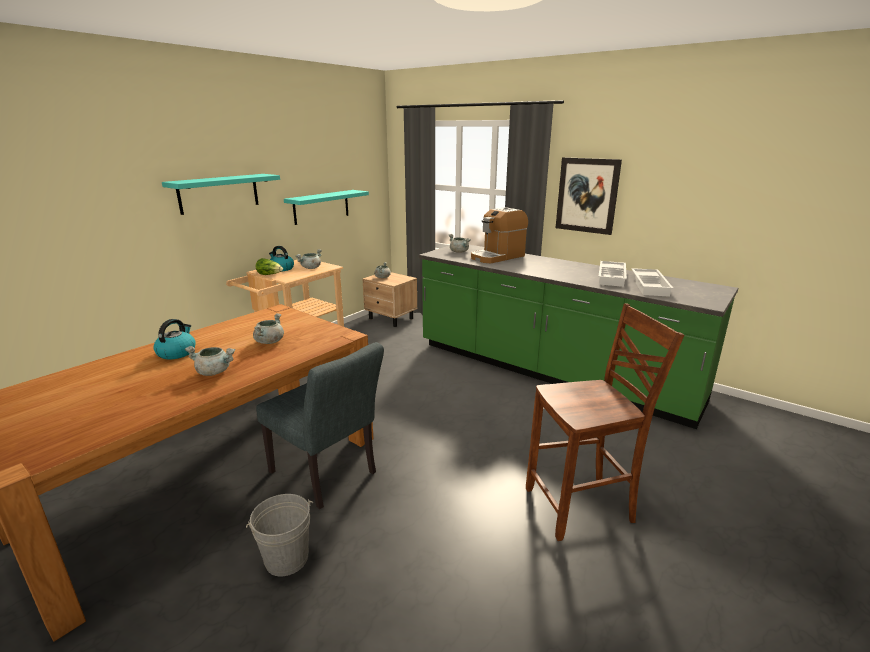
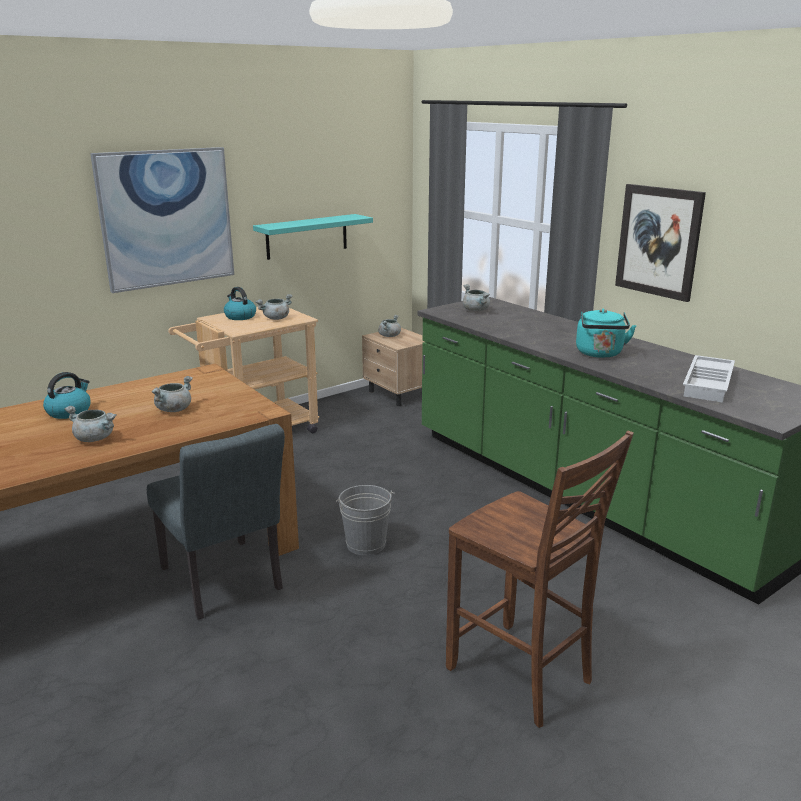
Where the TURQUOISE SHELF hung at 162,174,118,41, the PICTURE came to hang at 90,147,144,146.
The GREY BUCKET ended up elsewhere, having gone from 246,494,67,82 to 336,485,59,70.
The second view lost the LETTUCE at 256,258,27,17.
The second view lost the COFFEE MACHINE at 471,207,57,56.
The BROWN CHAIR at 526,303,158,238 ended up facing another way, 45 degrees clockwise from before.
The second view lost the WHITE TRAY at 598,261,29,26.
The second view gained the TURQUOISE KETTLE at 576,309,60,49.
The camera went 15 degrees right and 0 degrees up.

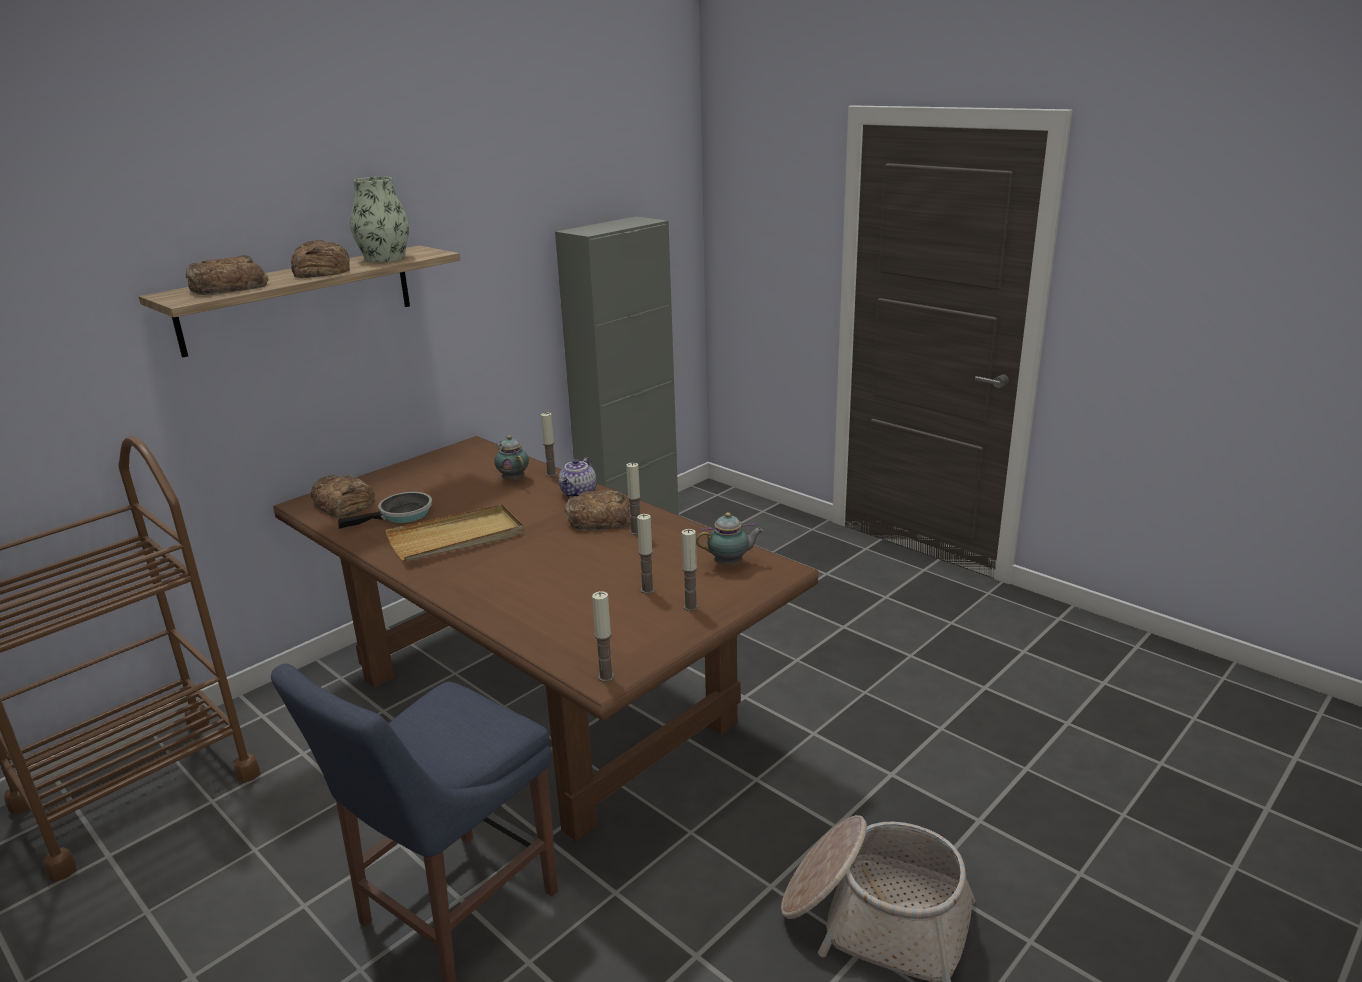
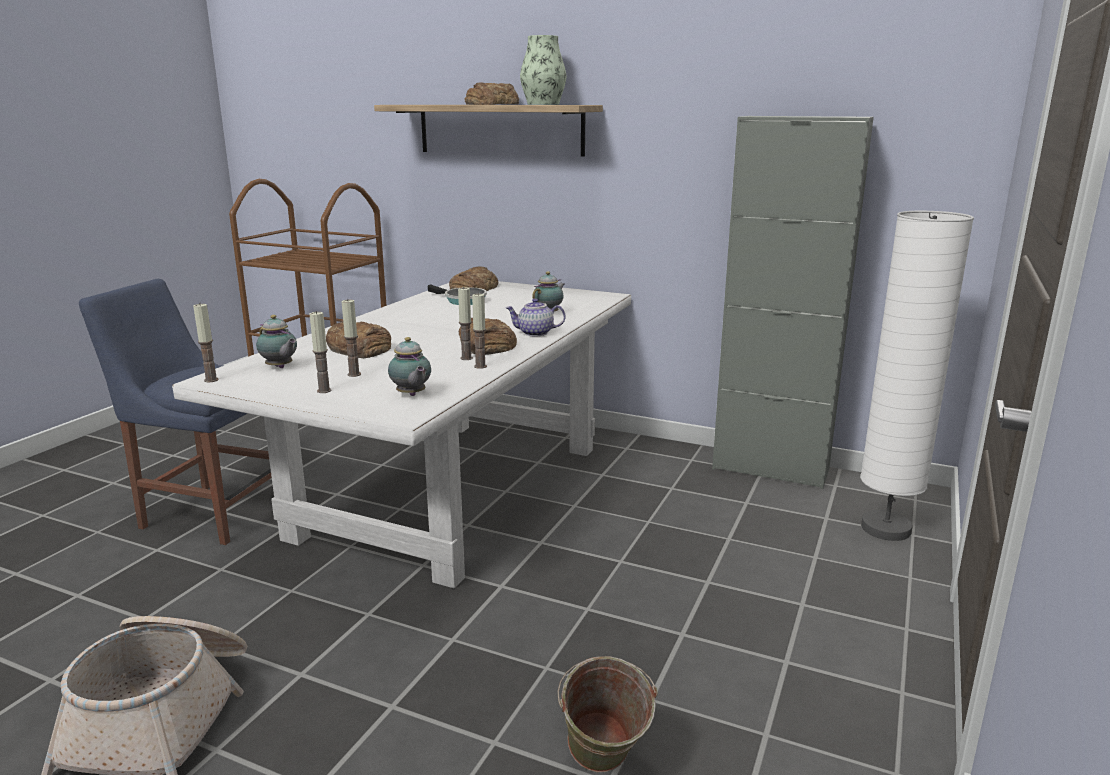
The BREAD ended up elsewhere, having gone from 186,255,83,40 to 326,322,65,36.
What was the BROWN DINING TABLE at 273,436,545,405 turned into the WHITE DINING TABLE at 172,281,459,307.
The second view lost the BEIGE TRAY at 385,504,139,57.
The CANDLE ended up elsewhere, having gone from 541,412,16,65 to 472,292,15,77.
The second view gained the TEAPOT at 256,315,41,53.
The second view gained the GREEN BUCKET at 557,656,101,117.
The second view gained the WHITE FLOOR LAMP at 860,211,114,330.
The camera went 70 degrees right and 5 degrees down.

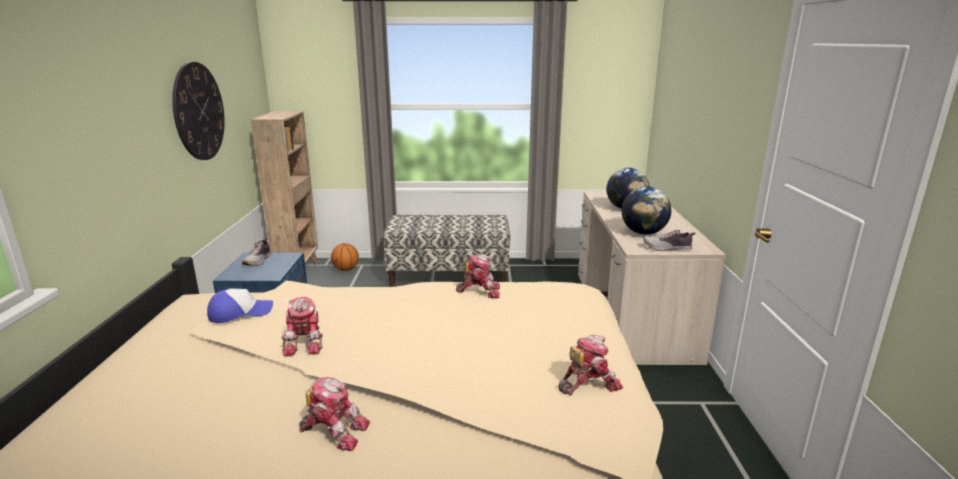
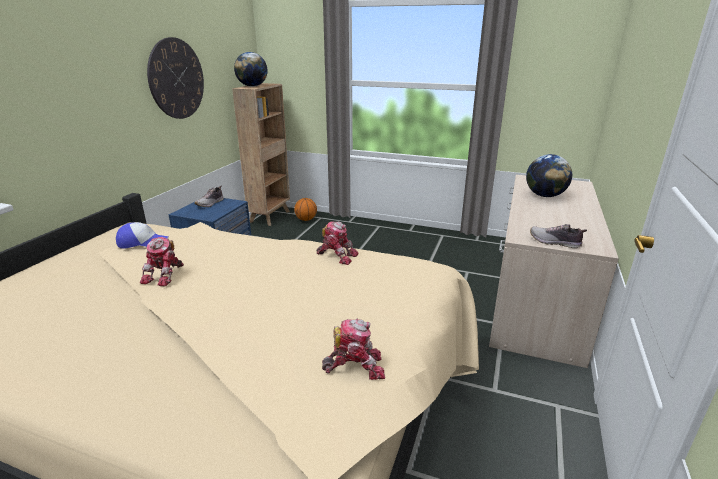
The second view lost the TOY ROBOT at 299,377,71,74.
The second view lost the BENCH at 383,215,127,71.
The GLOBE ended up elsewhere, having gone from 621,187,50,48 to 234,52,34,35.
The camera went 20 degrees right and 5 degrees up.

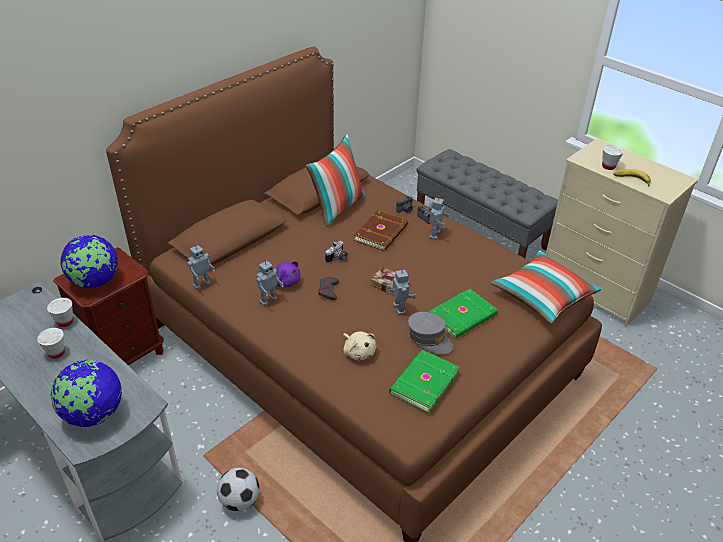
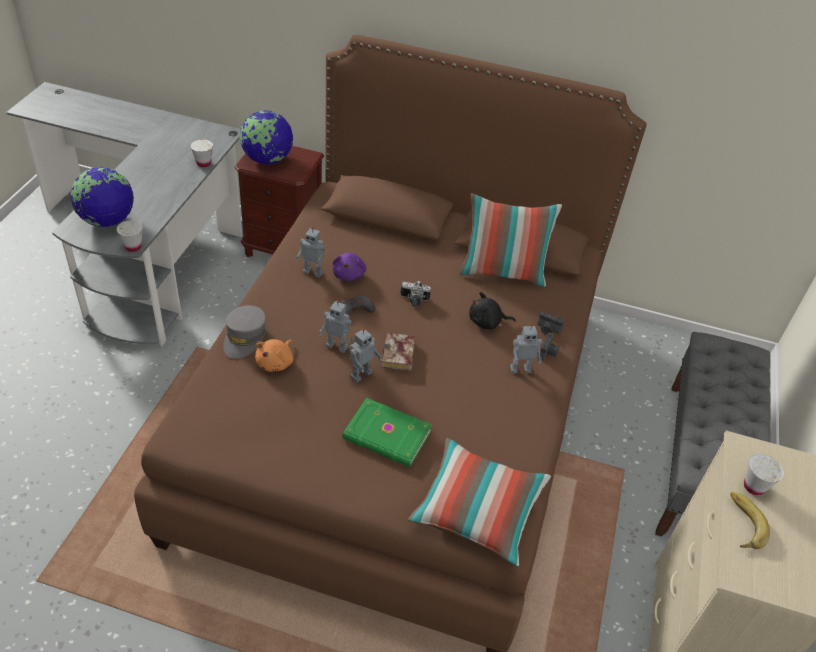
The WHITE CUP ended up elsewhere, having gone from 37,328,28,31 to 117,220,26,32.
The TOY ROBOT ended up elsewhere, having gone from 187,243,28,47 to 319,300,33,53.
The second view lost the FOOTBALL at 217,468,42,43.
What was the BEIGE PLUSH TOY at 343,332,34,28 turned into the ORANGE PLUSH TOY at 255,339,38,33.
Where the BROWN BOOK stood at 354,210,54,41, the BLACK PLUSH TOY came to stand at 469,292,47,37.
The second view lost the GREEN BOOK at 389,350,70,63.
The GREY CAP ended up elsewhere, having gone from 408,312,45,42 to 223,305,43,54.
The camera went 60 degrees right and 5 degrees up.

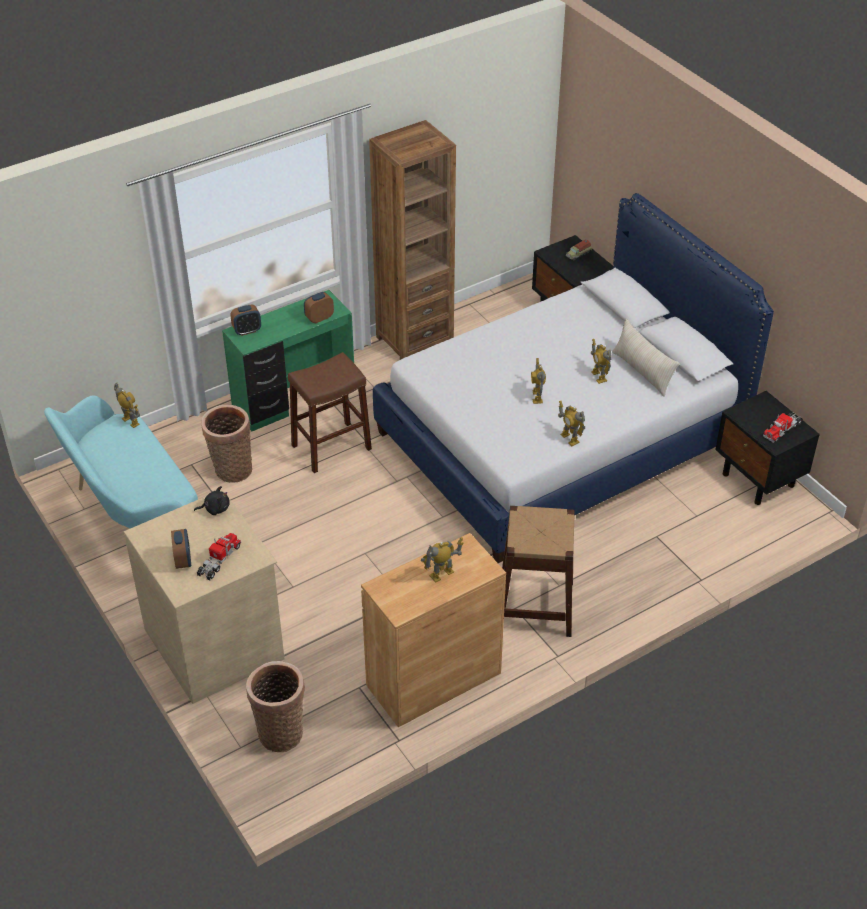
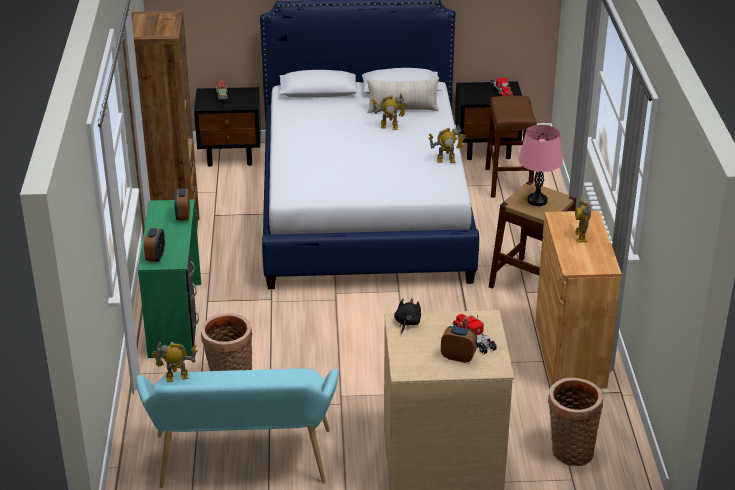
The BROWN STOOL ended up elsewhere, having gone from 288,352,84,121 to 485,96,52,101.
The second view lost the TOY ROBOT at 531,358,15,46.
The second view gained the PINK TABLE LAMP at 519,125,44,81.
The camera went 60 degrees left and 10 degrees down.

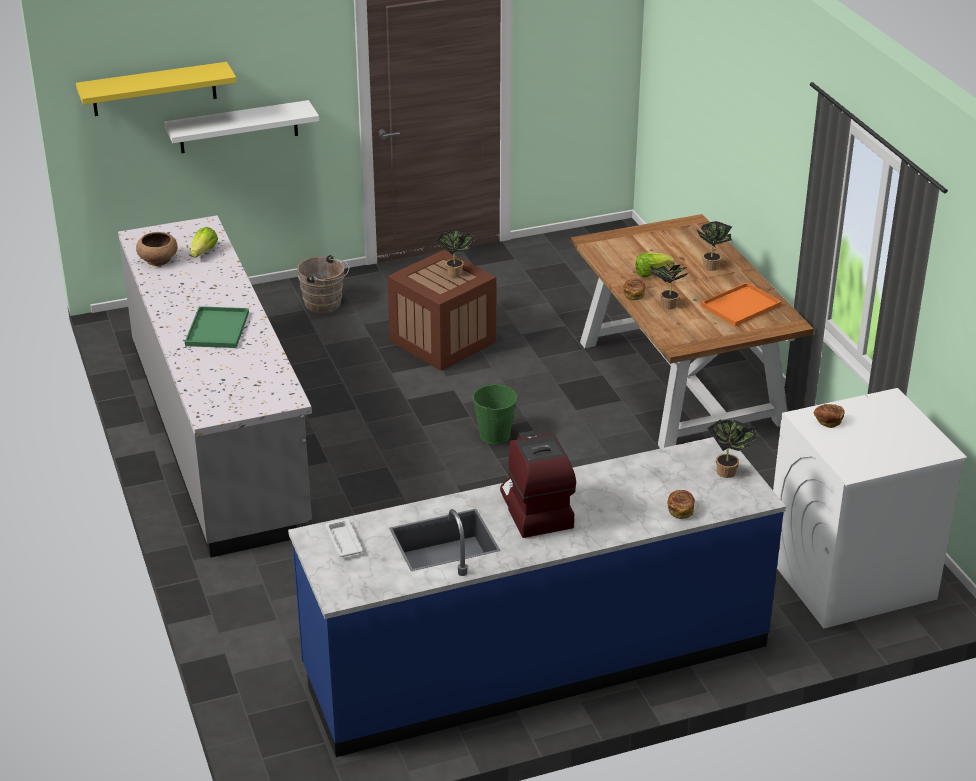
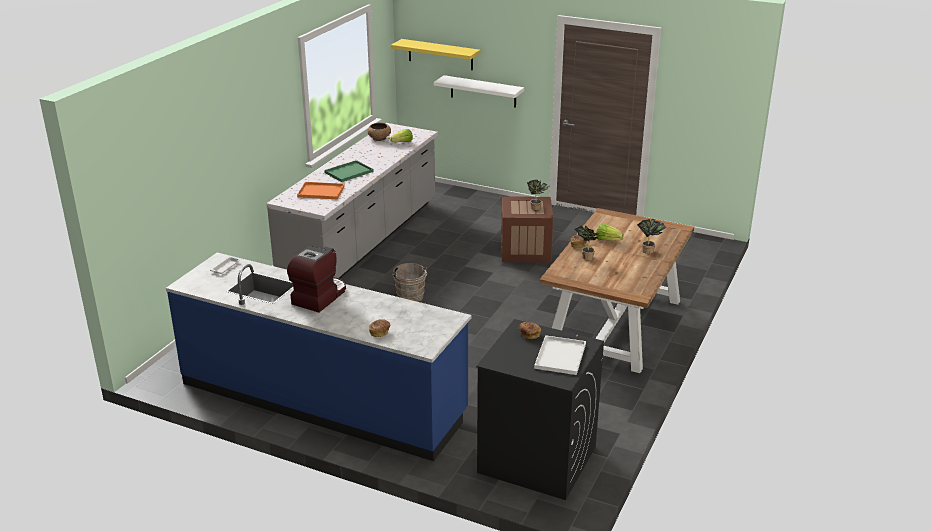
The BROWN BUCKET ended up elsewhere, having gone from 297,255,52,58 to 392,263,35,39.
The second view lost the GREEN BUCKET at 472,383,45,62.
The ORANGE TRAY ended up elsewhere, having gone from 701,282,81,44 to 297,182,48,17.
The second view lost the POTTED PLANT at 708,419,49,59.
What was the WHITE WASHING MACHINE at 773,388,194,241 turned into the BLACK WASHING MACHINE at 476,319,128,181.
The second view gained the WHITE TRAY at 534,335,52,40.
The camera went 45 degrees right and 5 degrees down.

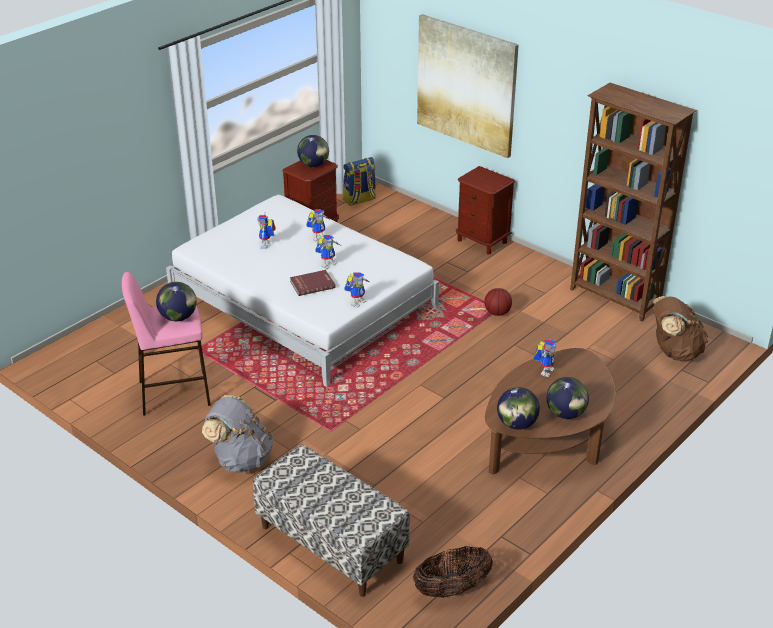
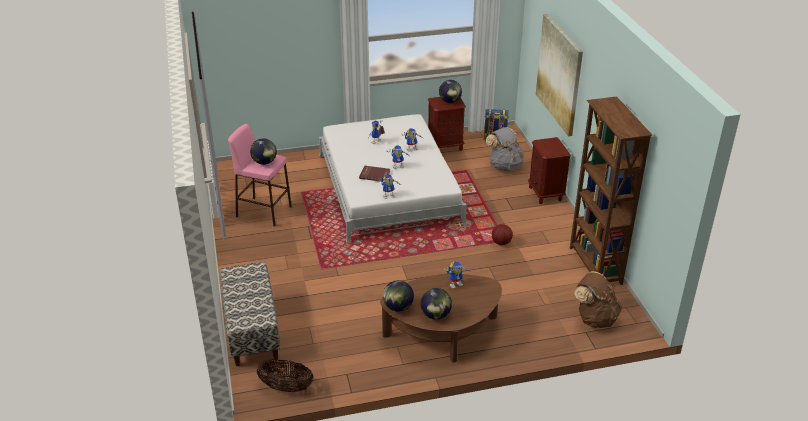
The GREY BACKPACK ended up elsewhere, having gone from 202,395,72,78 to 486,127,38,44.
The camera went 35 degrees right and 0 degrees up.

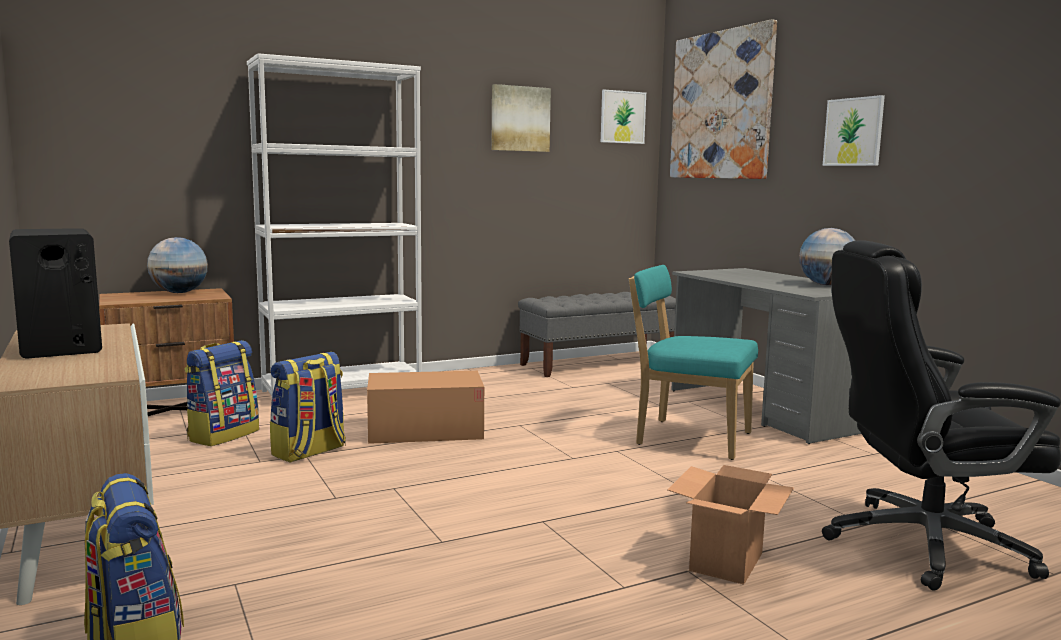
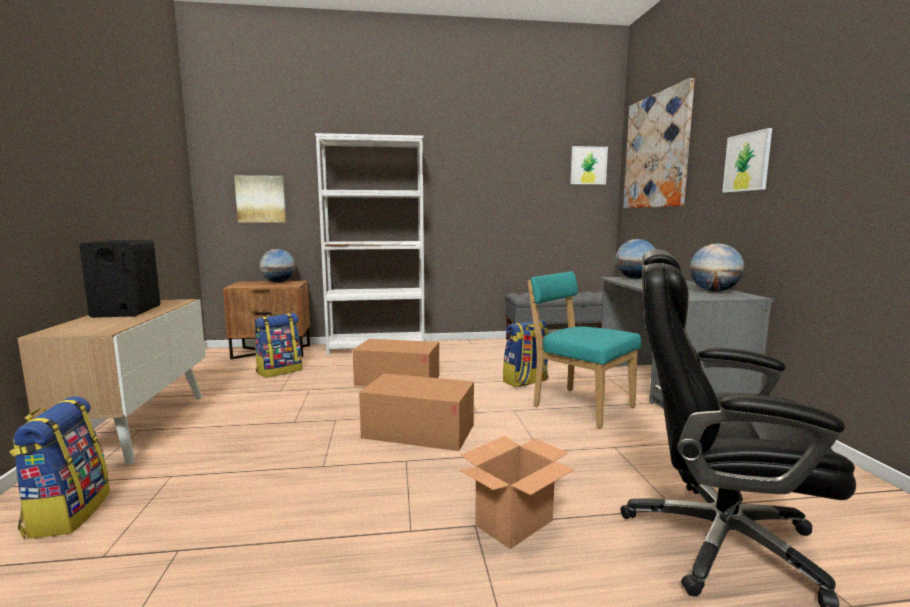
The BACKPACK ended up elsewhere, having gone from 270,352,76,110 to 503,320,46,68.
The PICTURE ended up elsewhere, having gone from 491,84,60,68 to 234,175,52,48.
The second view gained the CARDBOARD BOX at 359,373,115,78.
The second view gained the GLOBE at 615,239,40,40.
The camera went 20 degrees right and 0 degrees up.

